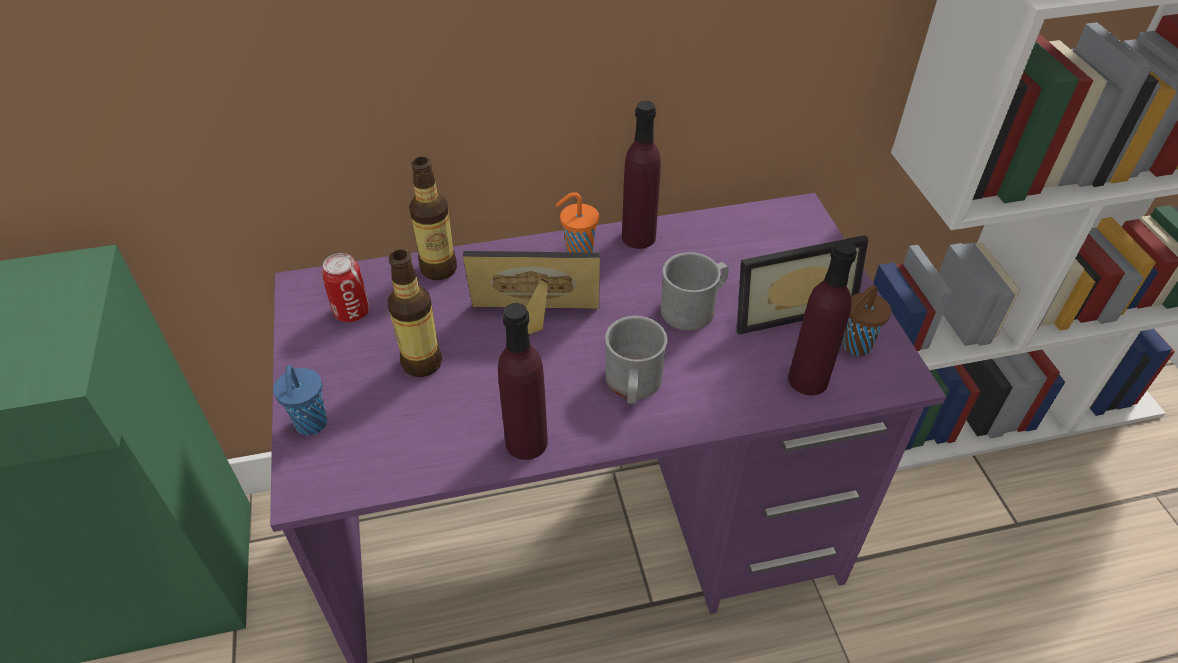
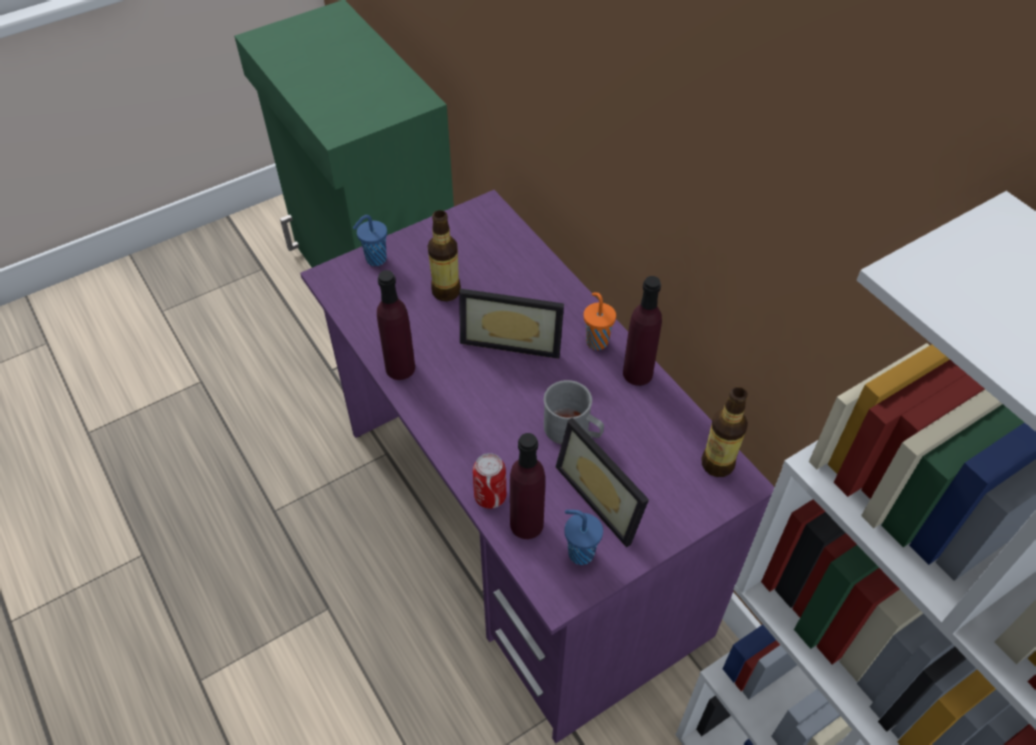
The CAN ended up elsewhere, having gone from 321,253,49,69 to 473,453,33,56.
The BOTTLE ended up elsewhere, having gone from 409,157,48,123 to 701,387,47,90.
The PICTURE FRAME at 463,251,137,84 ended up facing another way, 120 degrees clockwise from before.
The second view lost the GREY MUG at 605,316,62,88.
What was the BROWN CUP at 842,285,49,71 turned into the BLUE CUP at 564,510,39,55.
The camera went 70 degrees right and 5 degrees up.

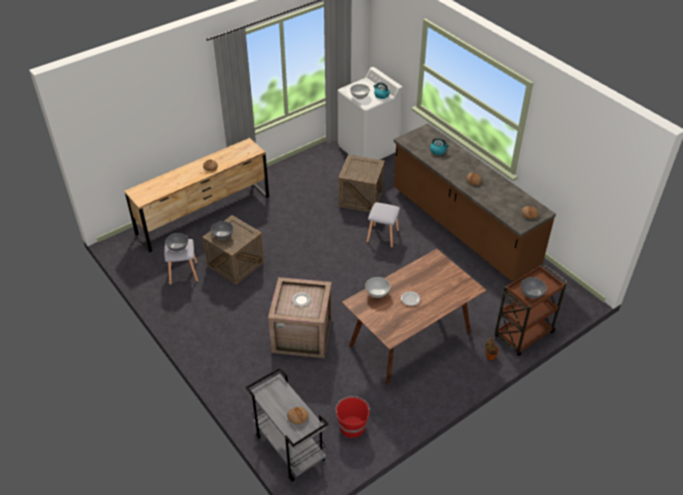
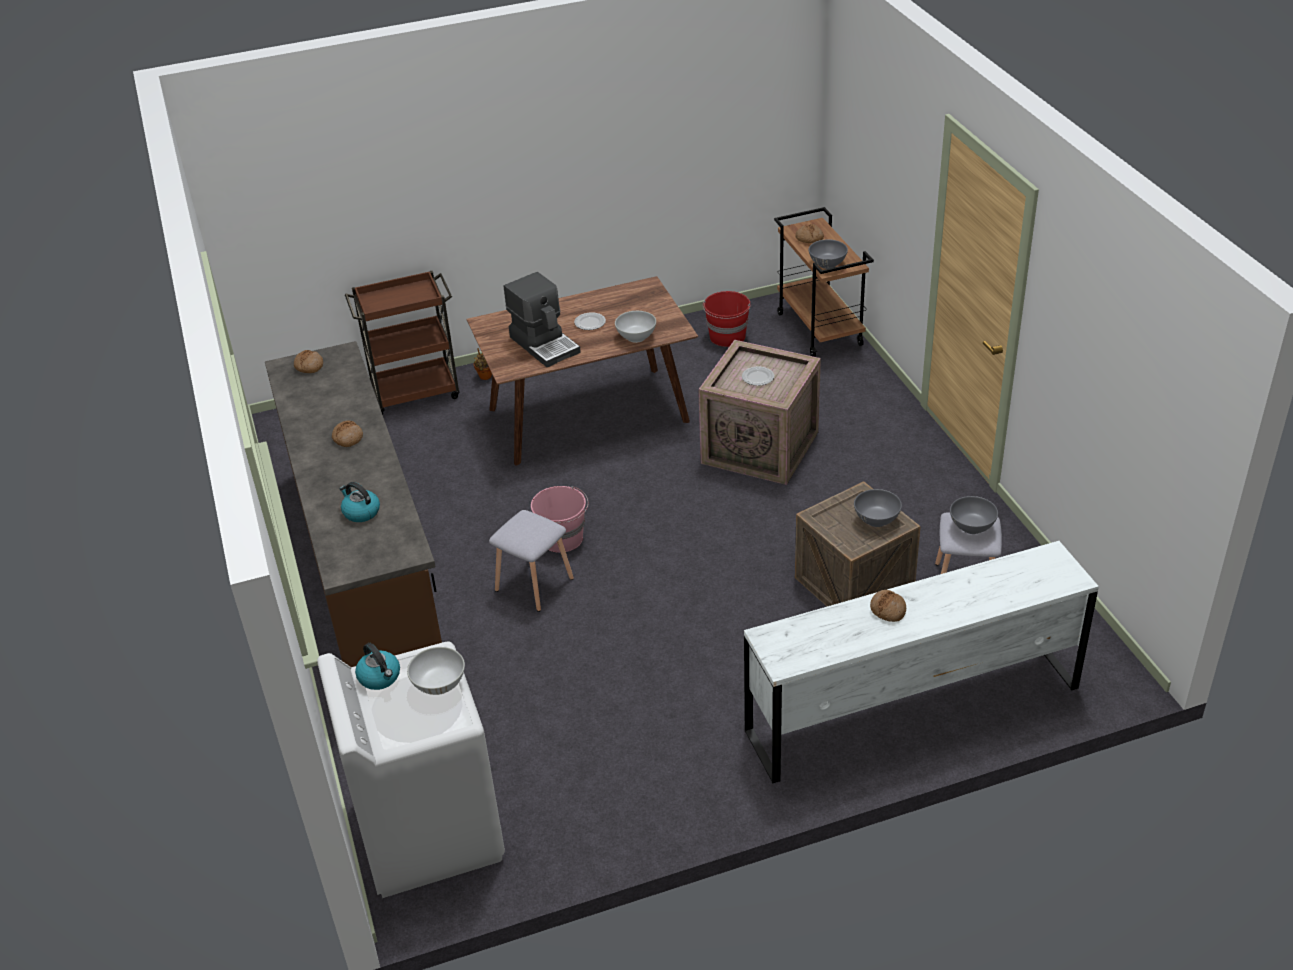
What was the BROWN DRESSER at 124,138,145,115 turned into the WHITE DRESSER at 744,541,355,243.
What was the GREY CART at 246,367,83,115 turned into the BROWN CART at 774,207,100,150.
The second view lost the CRATE at 338,155,47,57.
The GREY BOWL ended up elsewhere, having gone from 521,277,26,22 to 809,239,39,30.
The second view gained the COFFEE MACHINE at 504,272,77,95.
The second view gained the PINK BUCKET at 531,486,57,67.
The camera went 160 degrees left and 5 degrees down.

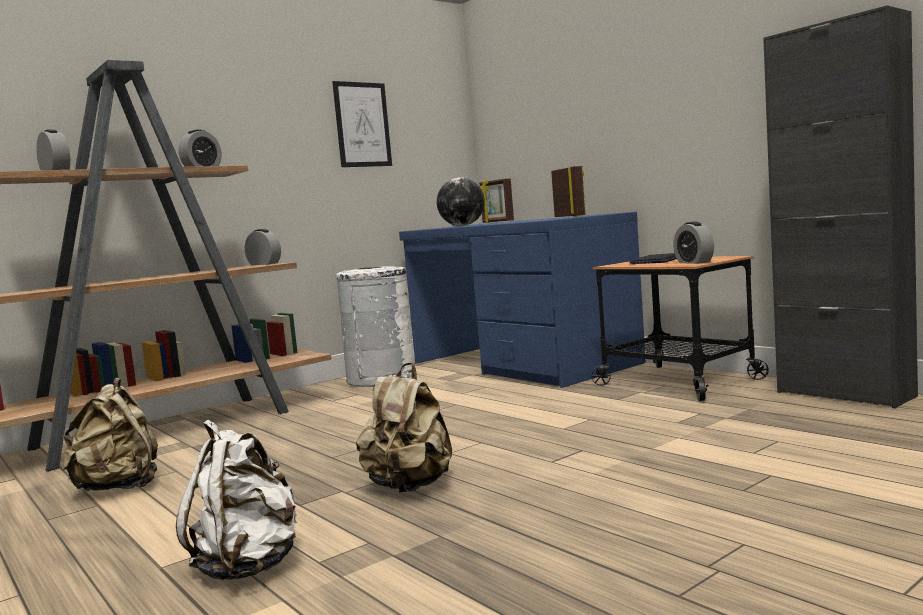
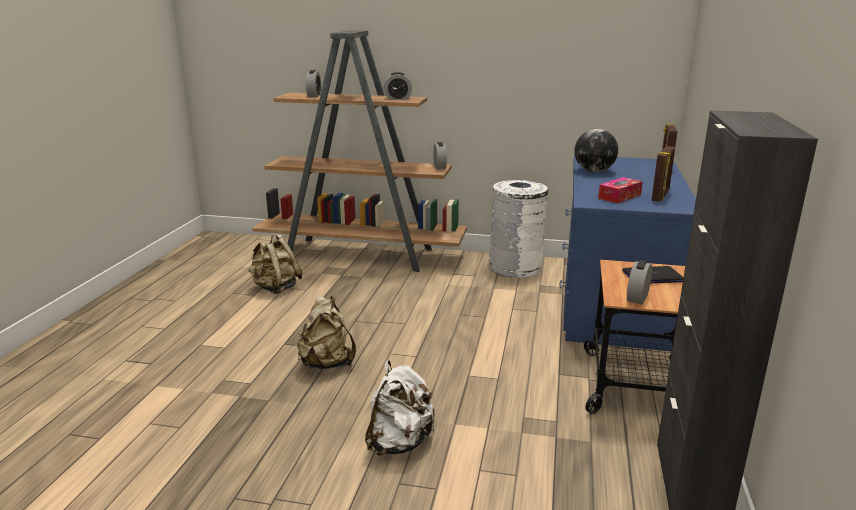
The WHITE BACKPACK ended up elsewhere, having gone from 176,420,121,160 to 365,360,70,96.
The second view lost the PICTURE at 332,81,60,86.
The second view gained the TISSUE BOX at 598,177,45,26.
The camera went 50 degrees right and 15 degrees up.

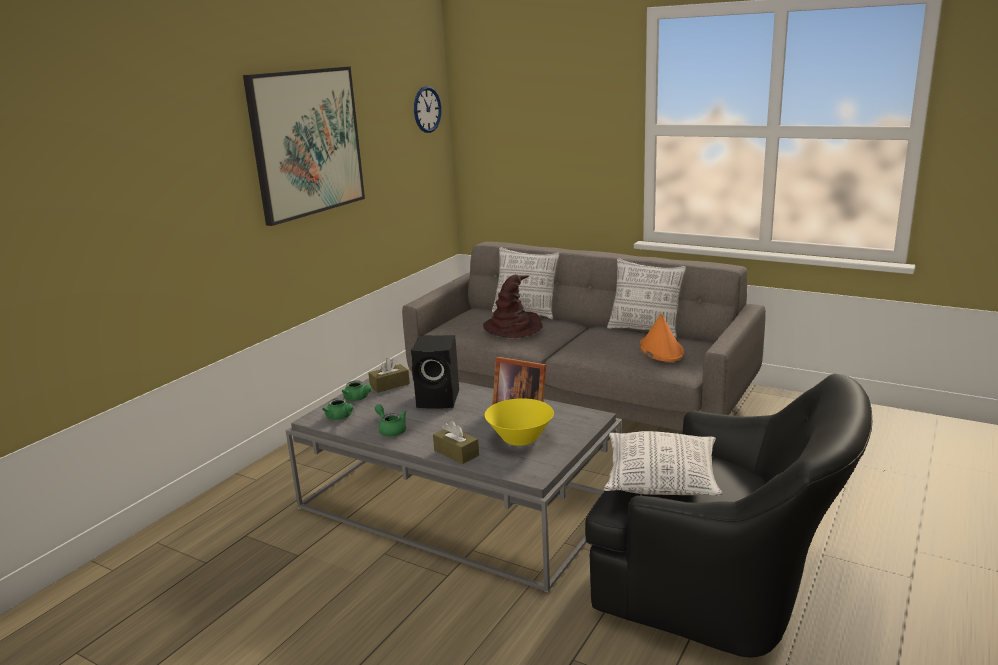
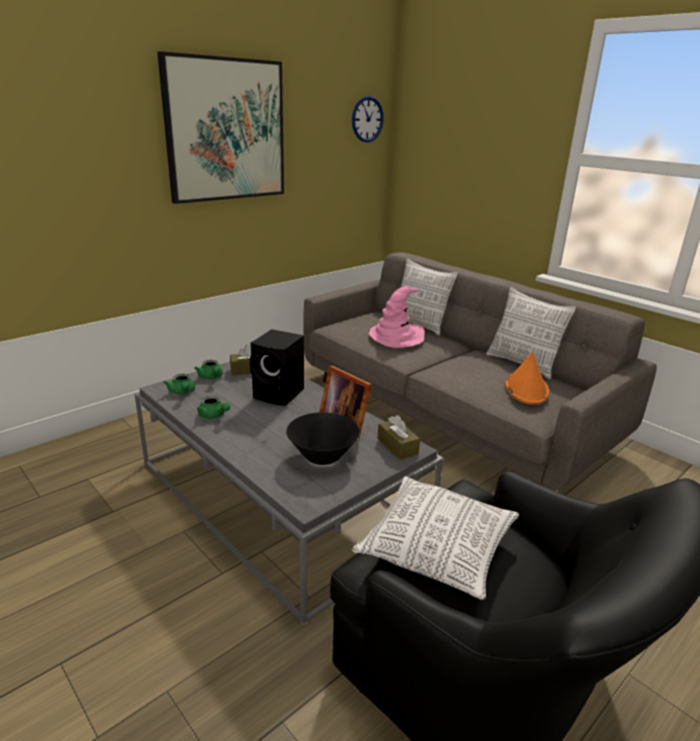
The GREEN TEAPOT at 375,404,32,32 ended up facing another way, 150 degrees clockwise from before.
The BROWN TISSUE BOX ended up elsewhere, having gone from 433,421,46,43 to 378,415,42,45.
What was the BROWN HAT at 483,274,60,64 turned into the PINK HAT at 369,286,56,62.
What was the YELLOW BOWL at 485,398,69,48 turned into the BLACK BOWL at 286,412,74,53.
The camera went 15 degrees right and 5 degrees up.

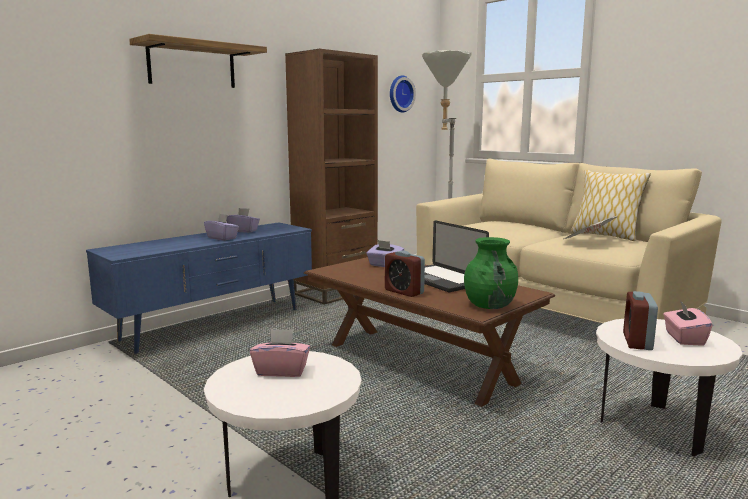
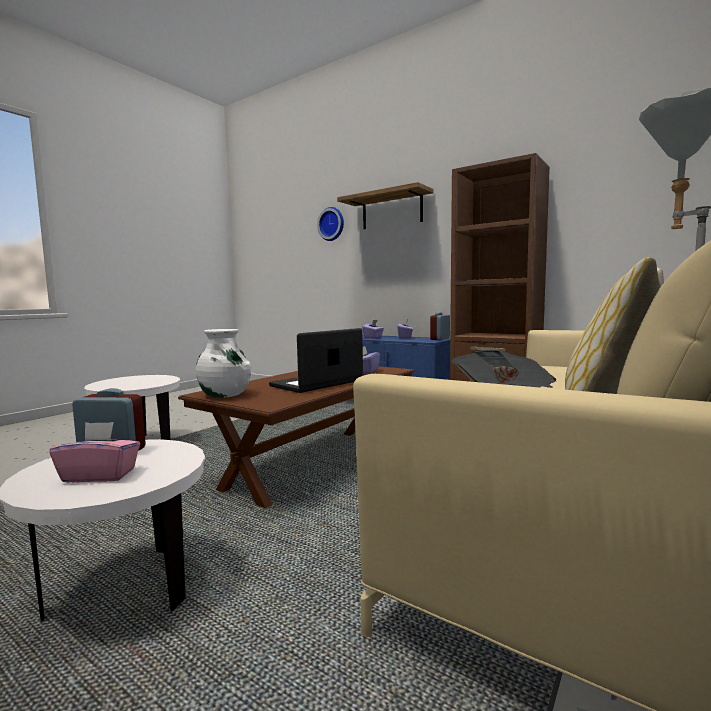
The second view lost the PINK TISSUE BOX at 250,329,60,48.
The ALARM CLOCK ended up elsewhere, having gone from 385,251,40,46 to 430,312,20,28.
The WALL CLOCK ended up elsewhere, having gone from 390,76,26,37 to 317,207,27,34.
What was the GREEN VASE at 464,237,54,72 turned into the WHITE VASE at 196,329,55,69.
The camera went 80 degrees right and 5 degrees down.

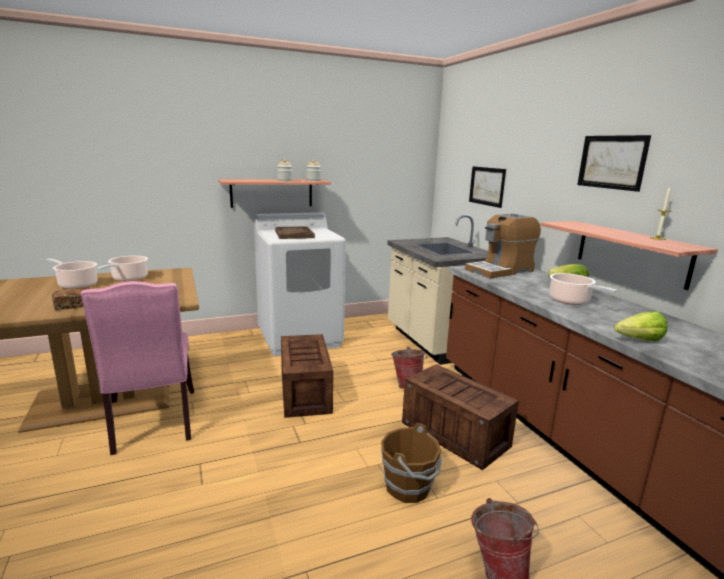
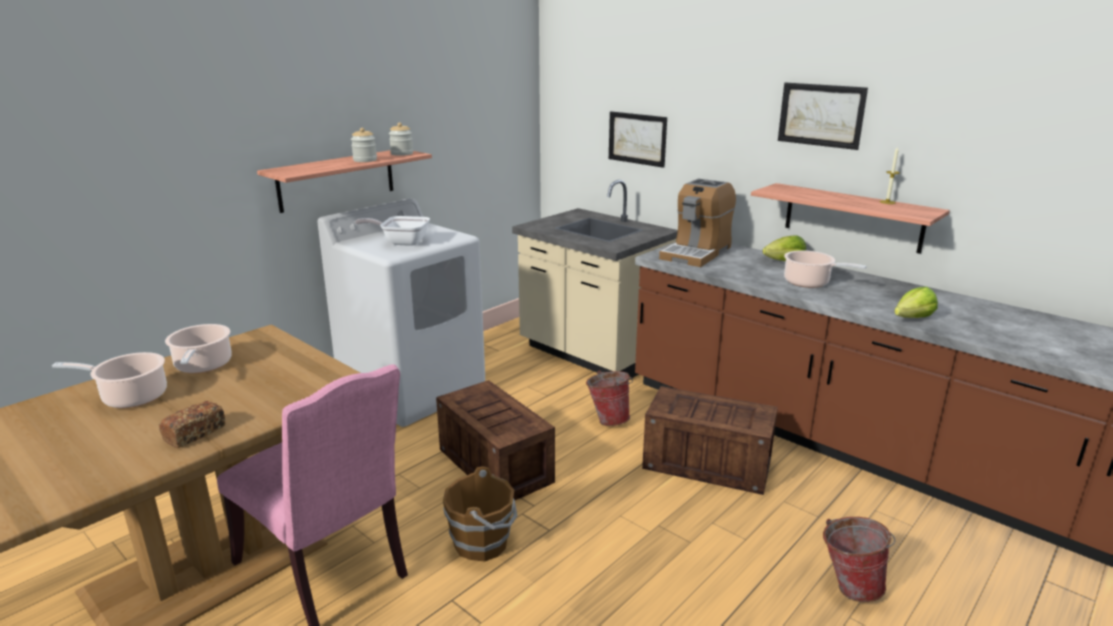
Where the BROWN TRAY stood at 275,226,40,13, the FRYING PAN came to stand at 355,216,75,30.
The BROWN BUCKET ended up elsewhere, having gone from 381,423,61,80 to 443,466,75,96.
The camera went 25 degrees left and 5 degrees up.

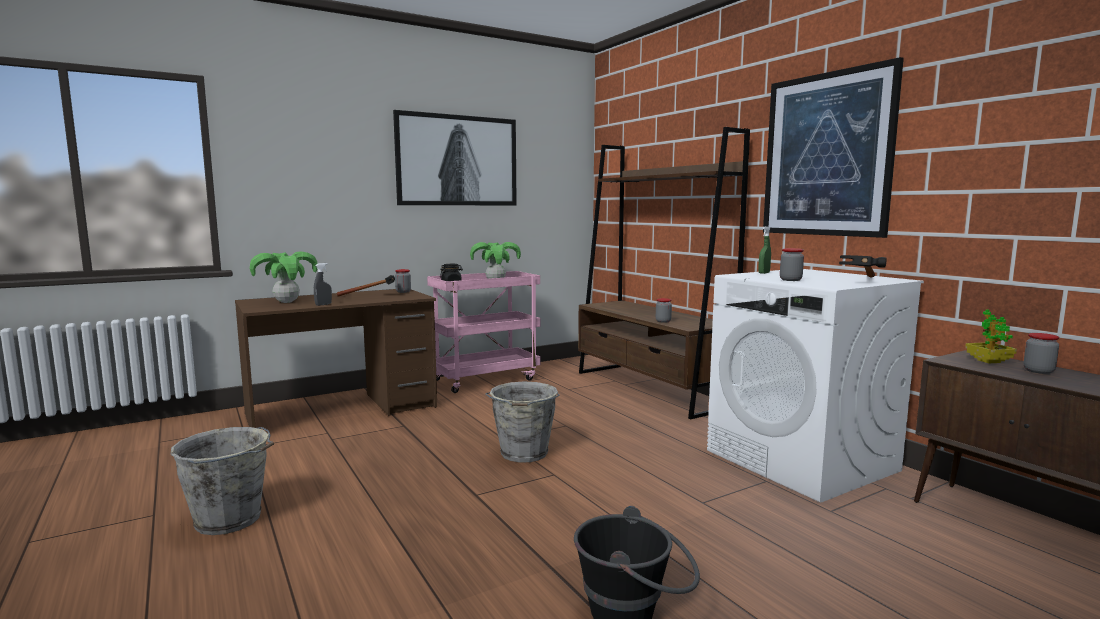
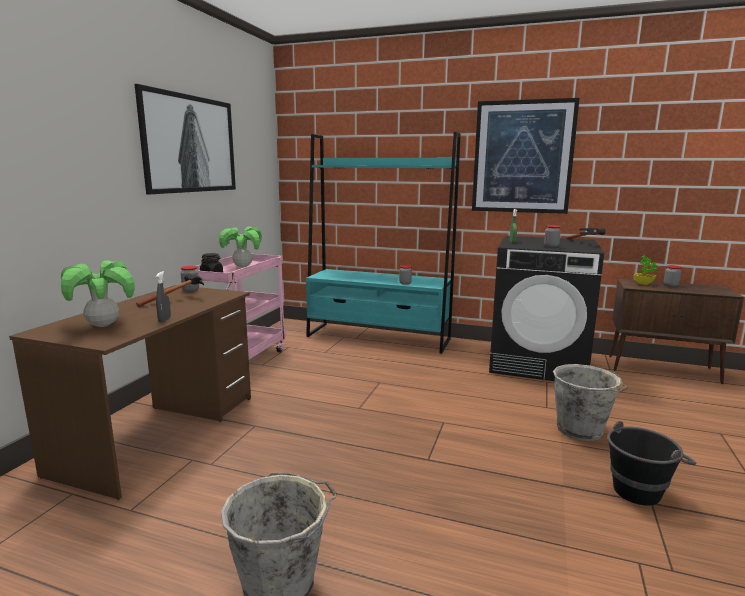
The GREY BUCKET ended up elsewhere, having gone from 485,381,75,82 to 553,364,75,77.
What was the BROWN BOOKCASE at 578,127,172,292 turned into the TURQUOISE BOOKCASE at 306,132,155,222.
What was the WHITE WASHING MACHINE at 707,269,217,233 turned into the BLACK WASHING MACHINE at 489,236,115,145.
The camera went 40 degrees left and 5 degrees up.

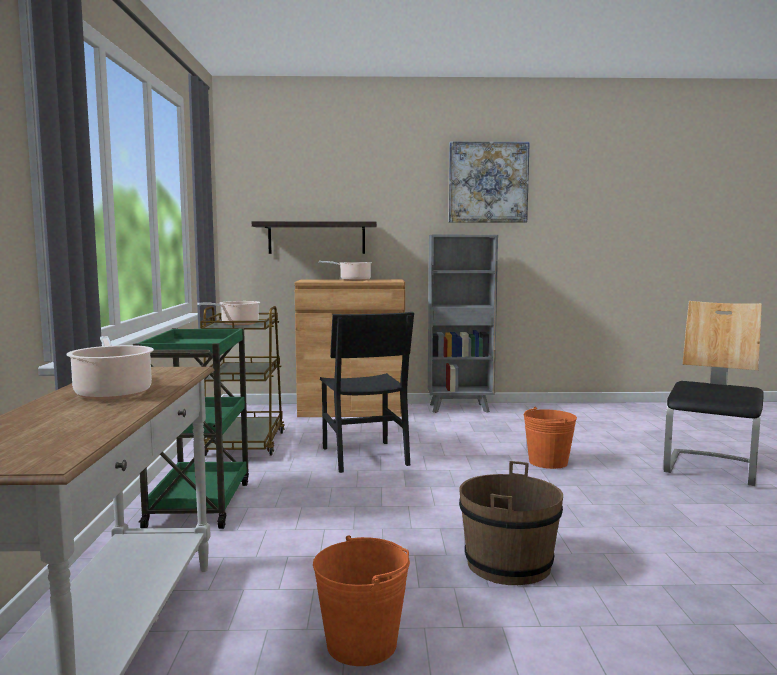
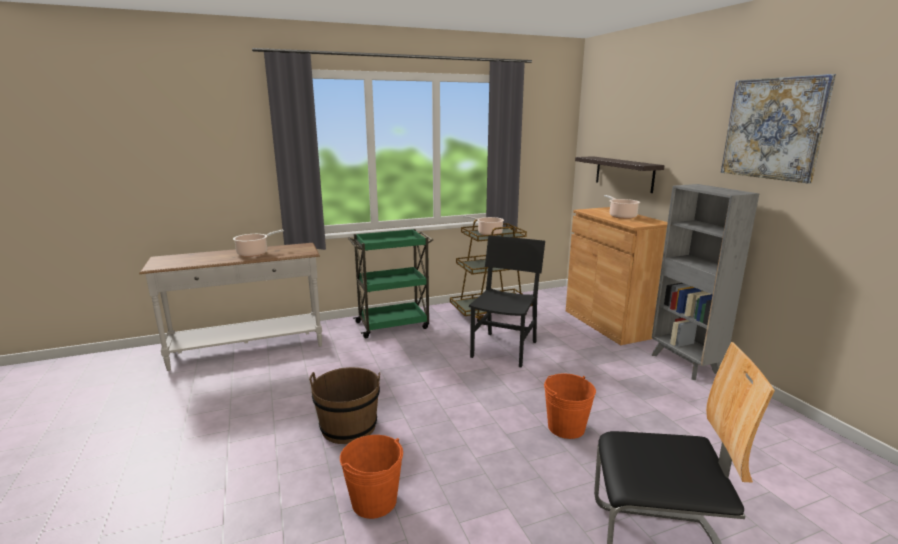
The ORANGE BUCKET ended up elsewhere, having gone from 313,535,97,131 to 340,435,63,84.
The BLACK CHAIR at 320,312,94,161 ended up facing another way, 150 degrees clockwise from before.
The camera went 70 degrees right and 10 degrees up.

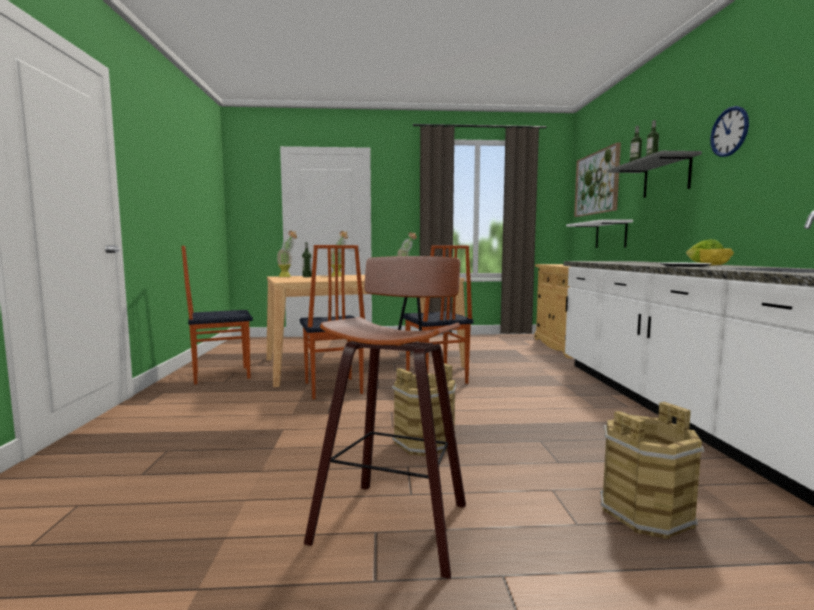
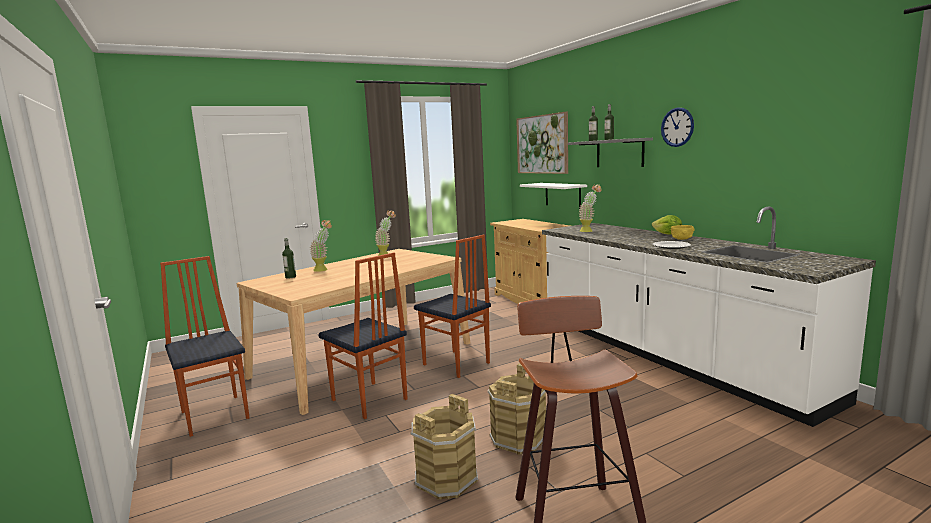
The CHAIR at 181,246,72,139 ended up facing another way, 105 degrees clockwise from before.
The POTTED PLANT ended up elsewhere, having gone from 277,231,20,46 to 579,184,23,48.
The BROWN BUCKET ended up elsewhere, having gone from 600,402,104,137 to 410,394,68,106.
The camera went 25 degrees left and 5 degrees up.

